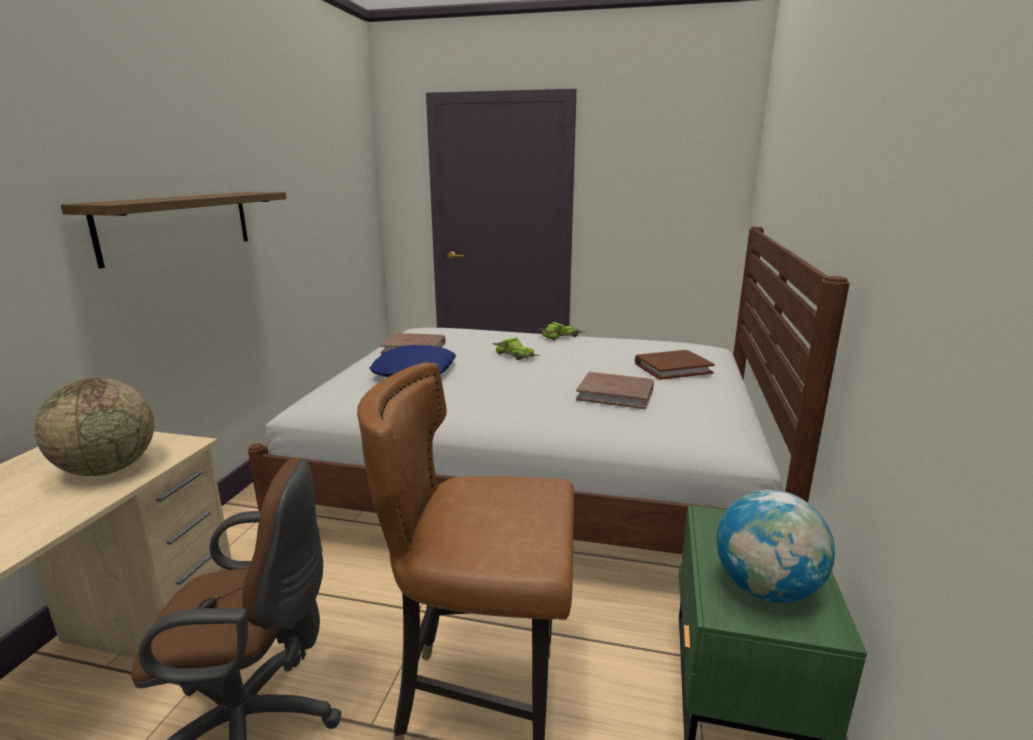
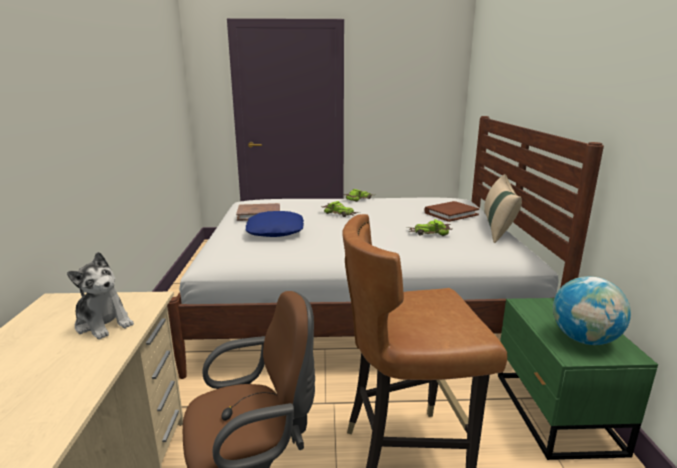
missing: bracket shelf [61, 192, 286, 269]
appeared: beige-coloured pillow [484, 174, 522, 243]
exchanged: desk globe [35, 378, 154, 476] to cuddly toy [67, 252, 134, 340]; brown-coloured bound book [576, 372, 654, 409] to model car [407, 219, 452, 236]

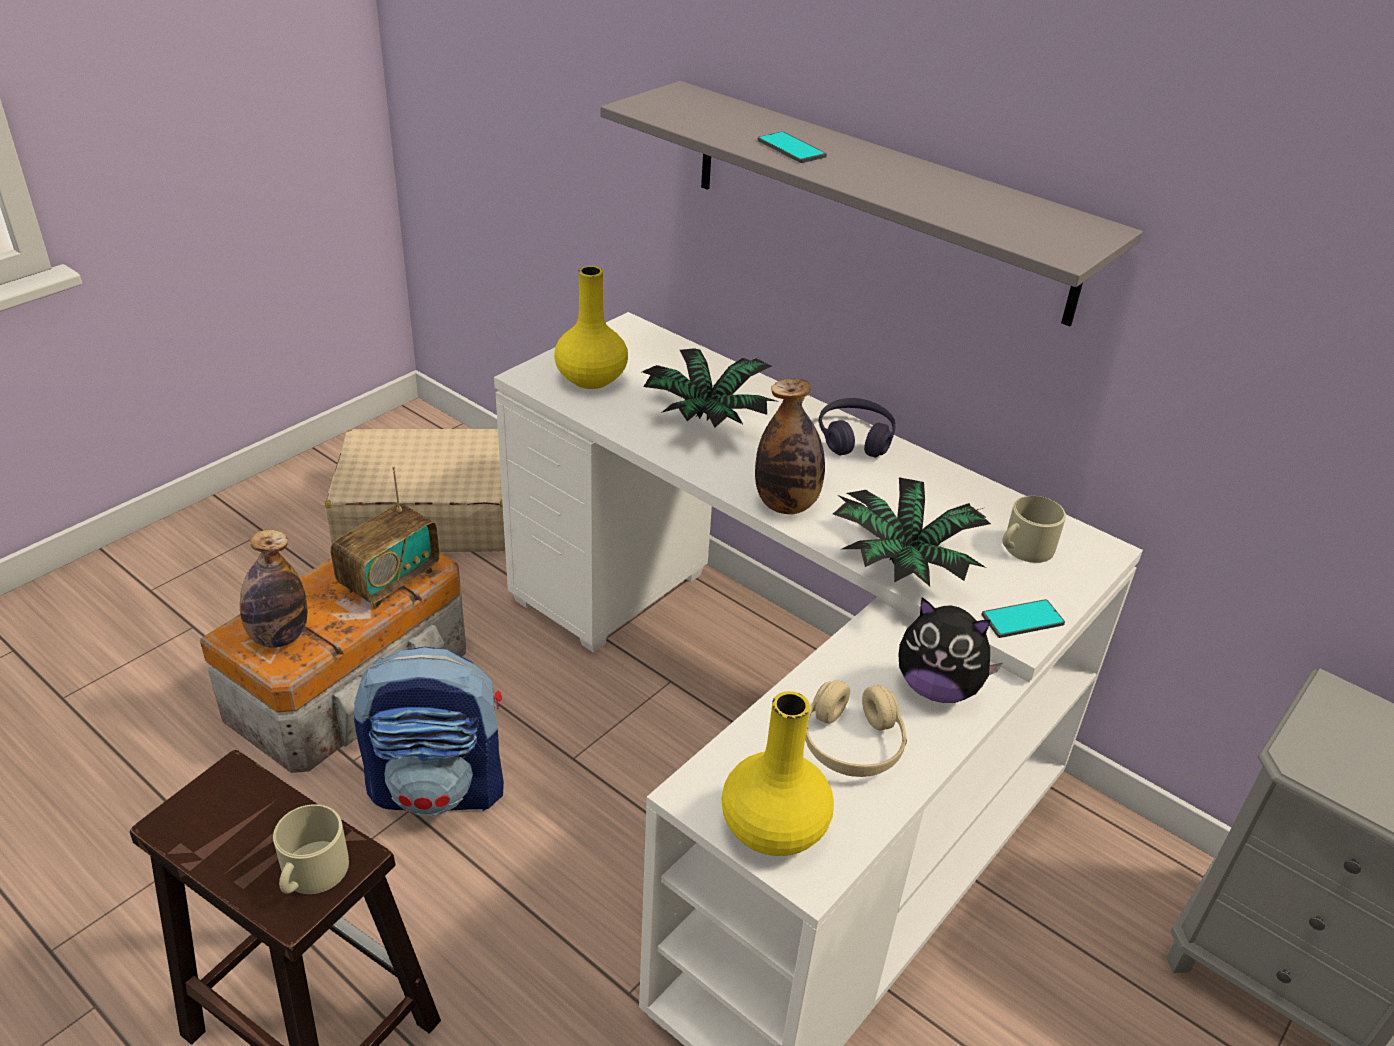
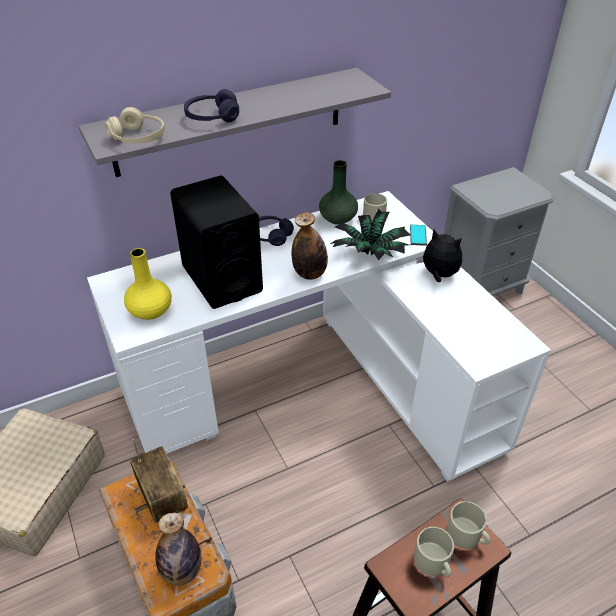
missing: rucksack [354, 646, 504, 816]; yellow flower vase [721, 691, 834, 856]
appeared: green flower vase [319, 160, 358, 225]; beige-coloured mug [414, 527, 454, 577]
relocated: beige-coloured pair of headphones [805, 680, 907, 777] to [105, 107, 165, 143]
exchanged: houseplant [641, 348, 780, 428] to black speaker [170, 176, 263, 309]; phone [757, 132, 827, 163] to purple pair of headphones [184, 89, 239, 122]
spun: cuddly toy [899, 597, 1002, 703] = [416, 229, 462, 282] 105 degrees counterclockwise

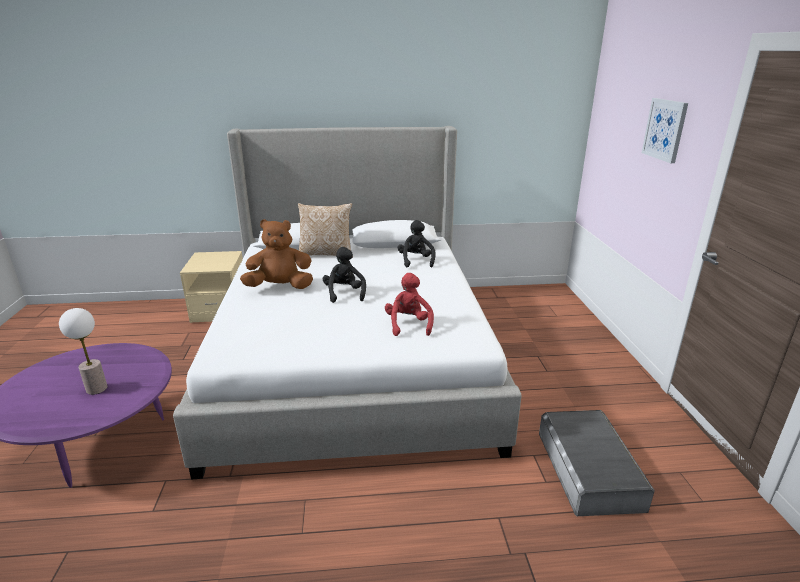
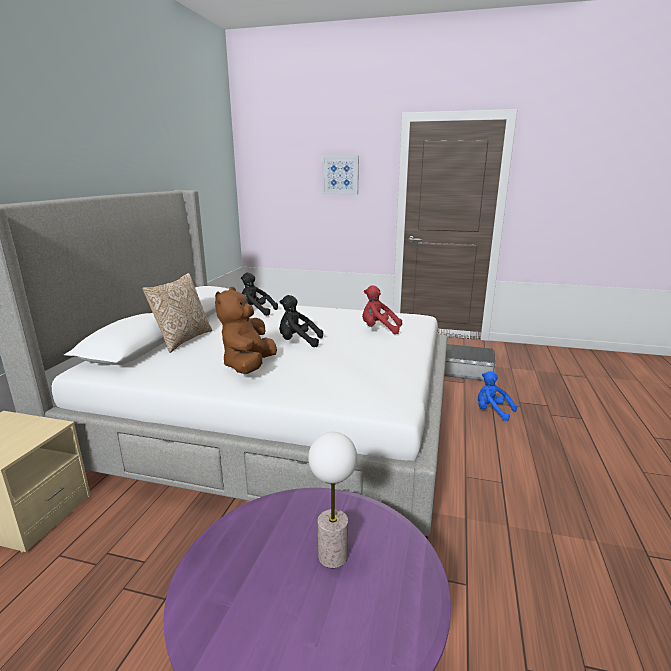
appeared: blue cuddly toy [478, 371, 517, 421]

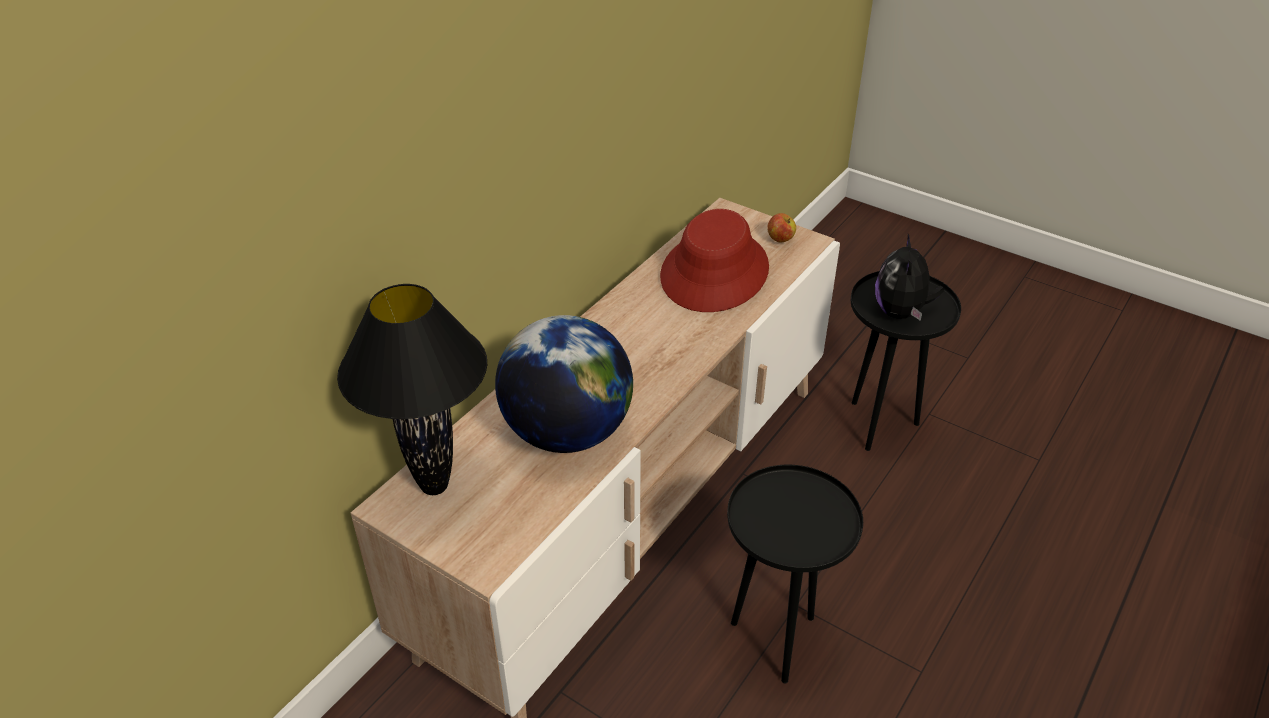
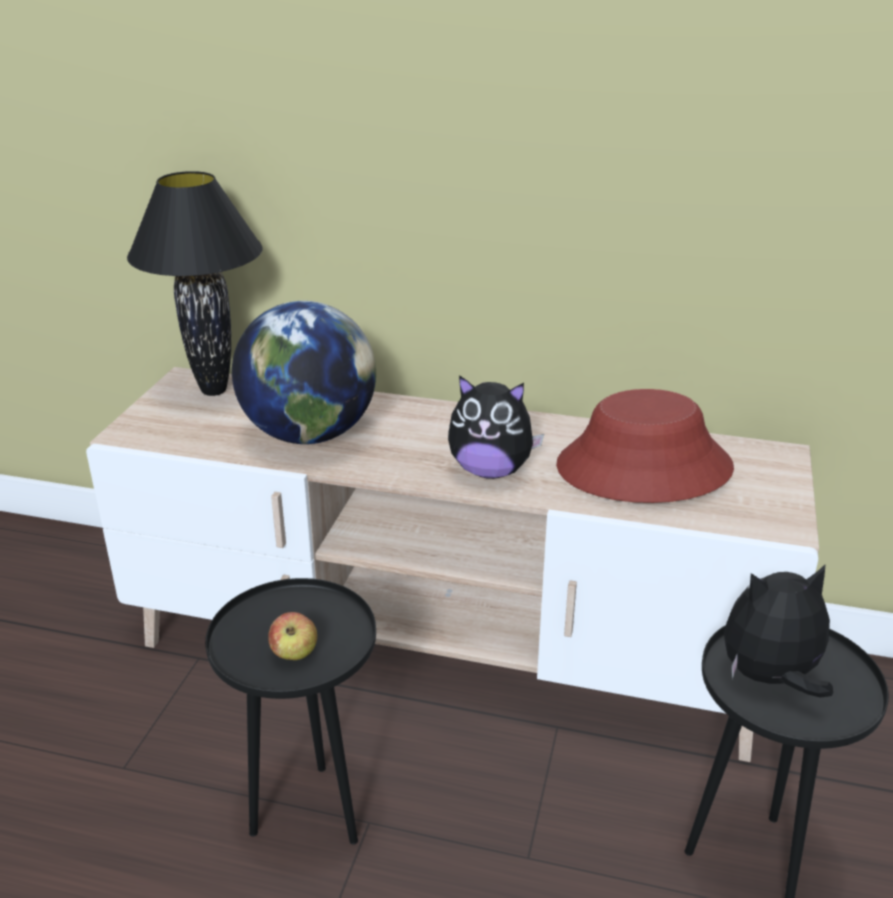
appeared: cuddly toy [448, 375, 544, 479]
relocated: whole apple [767, 213, 796, 242] to [268, 612, 317, 660]

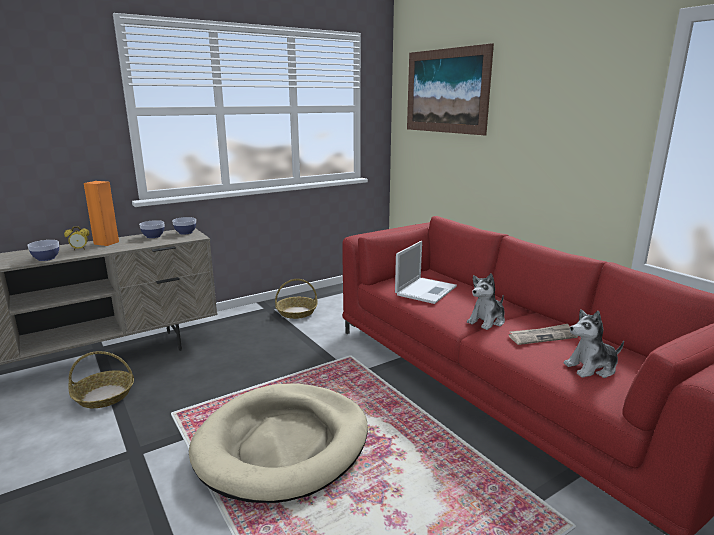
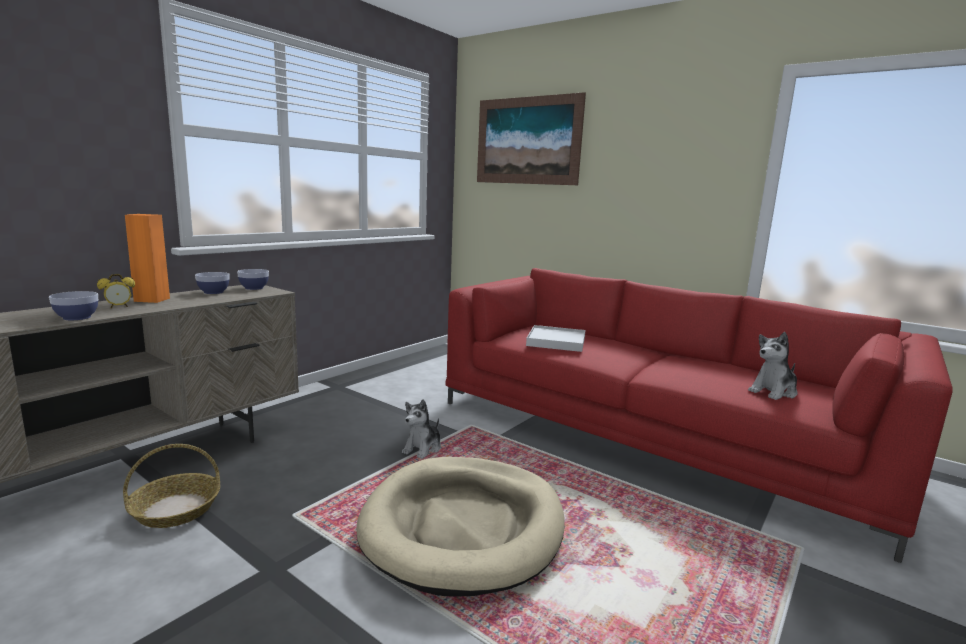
missing: household basket [275, 279, 318, 319]; printed paper [509, 324, 578, 345]
relocated: cuddly toy [467, 273, 505, 330] to [402, 399, 441, 459]
exchanged: laptop [395, 241, 457, 304] to white-coloured tray [526, 325, 585, 352]

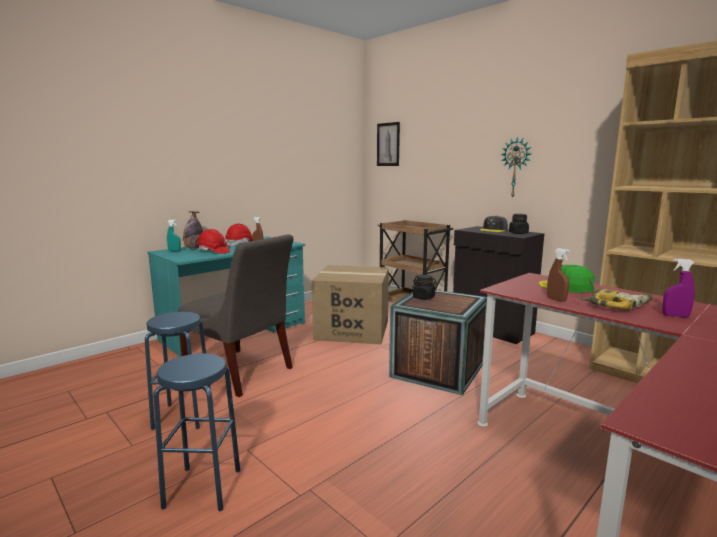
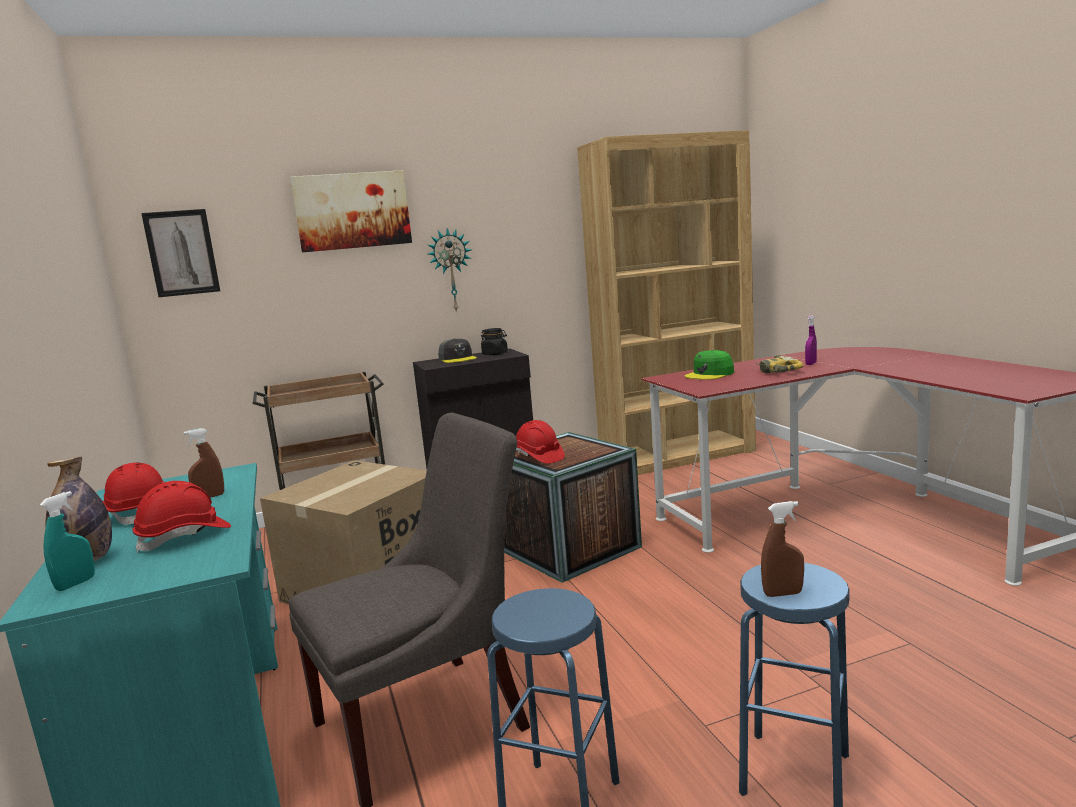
appeared: wall art [290, 170, 412, 252]
relocated: brown-coloured spray bottle [547, 248, 570, 302] to [761, 501, 804, 597]
exchanged: black storage jar [412, 275, 437, 300] to red hard hat [516, 420, 565, 464]

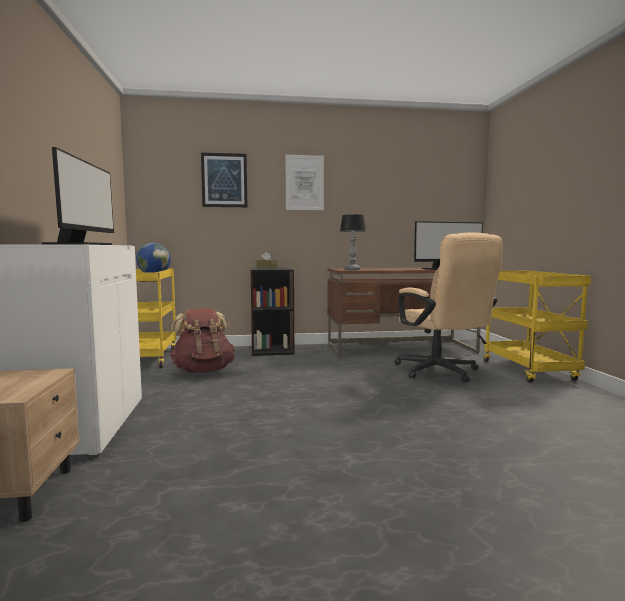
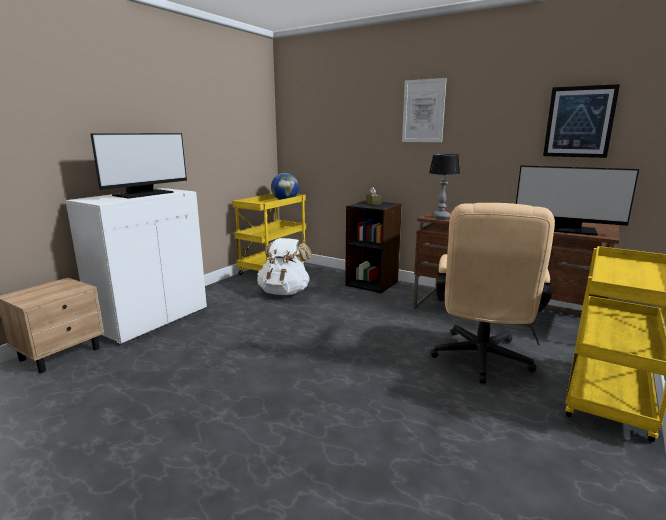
relocated: wall art [201, 153, 247, 207] to [543, 84, 620, 158]
colour: brown-coloured rucksack [170, 308, 235, 373] to white-coloured rucksack [257, 238, 312, 295]

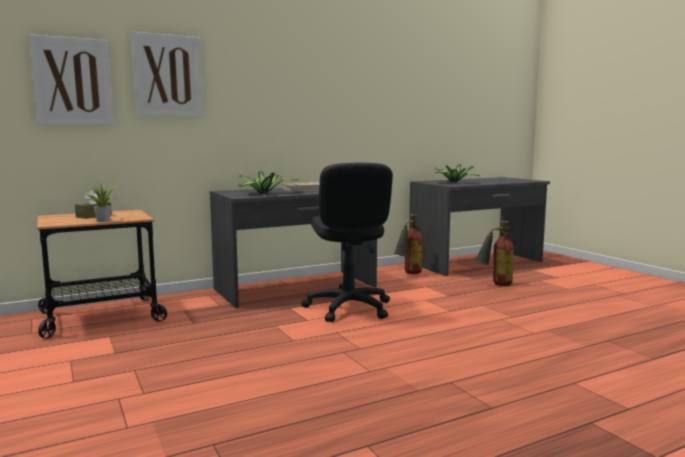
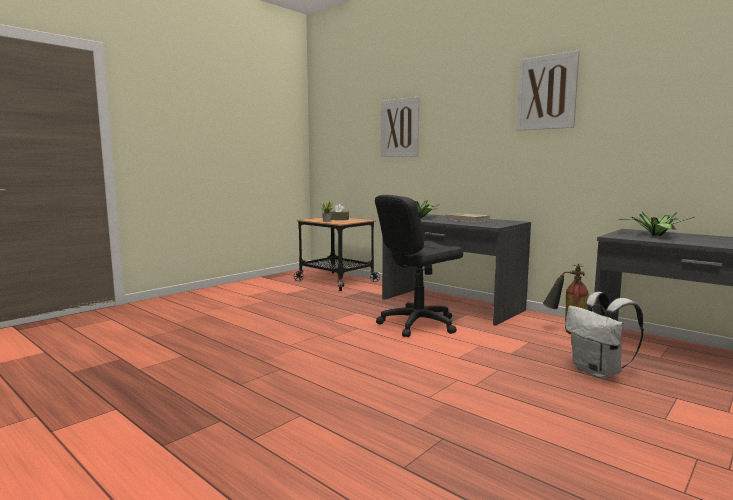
relocated: wall art [29, 34, 114, 125] to [516, 51, 580, 131]
exchanged: extinguisher [475, 220, 513, 286] to white-coloured rucksack [565, 292, 644, 378]

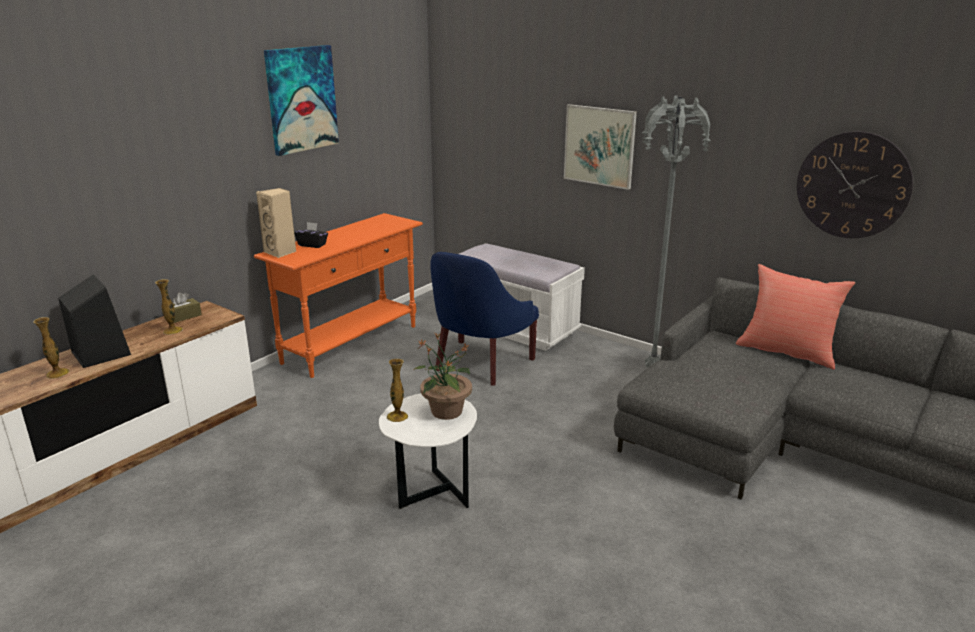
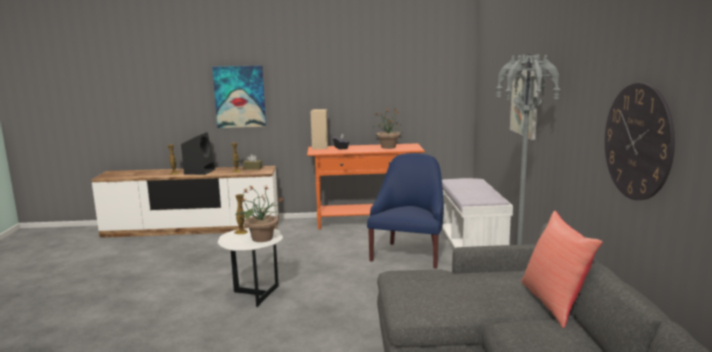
appeared: houseplant [375, 109, 402, 149]
relocated: wall art [264, 45, 339, 156] to [212, 65, 266, 128]
spun: blue armchair [430, 252, 539, 386] = [367, 153, 444, 269] 120 degrees clockwise

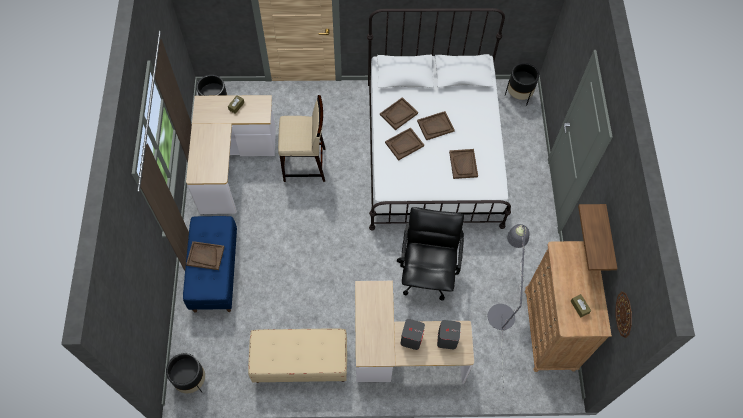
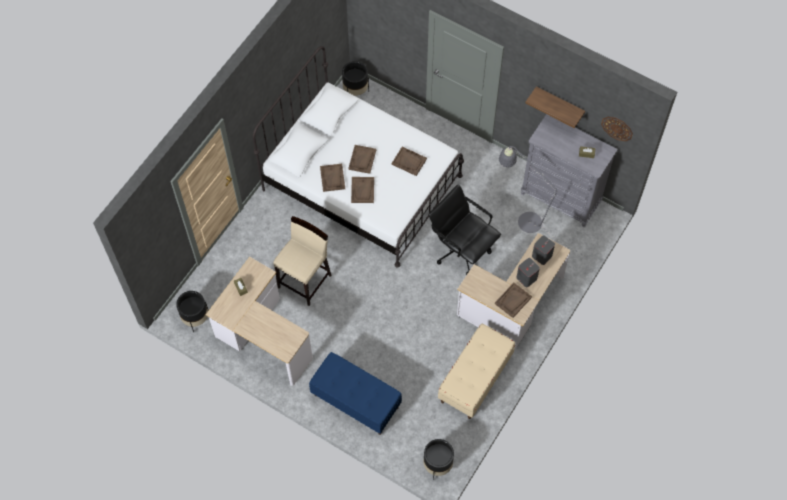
relocated: brown-coloured tray [186, 241, 225, 270] to [495, 283, 532, 318]
colour: brown-coloured dresser [525, 241, 612, 372] to greyish dresser [521, 114, 618, 227]

